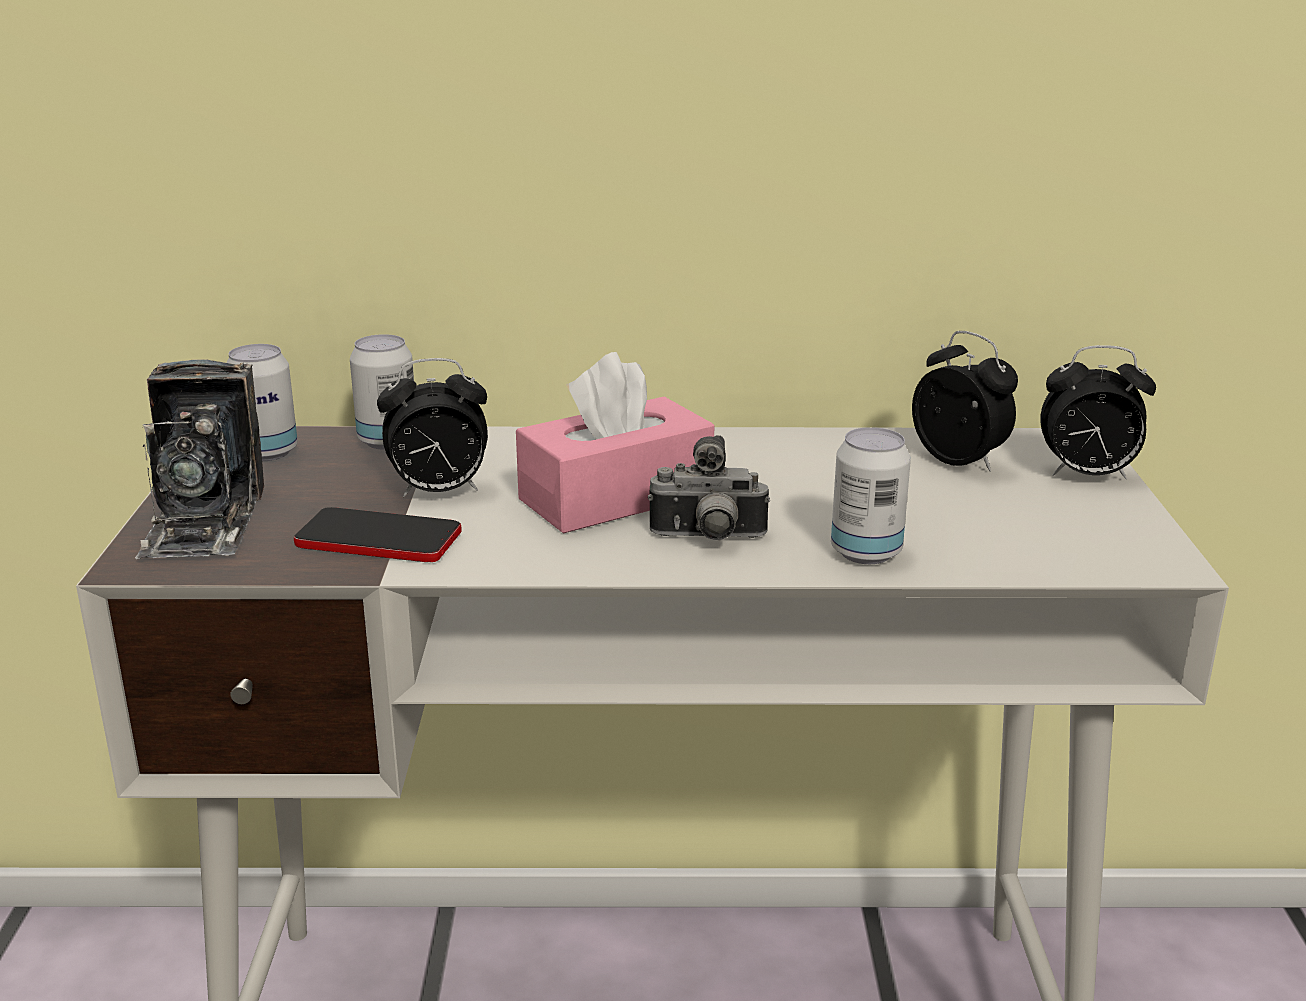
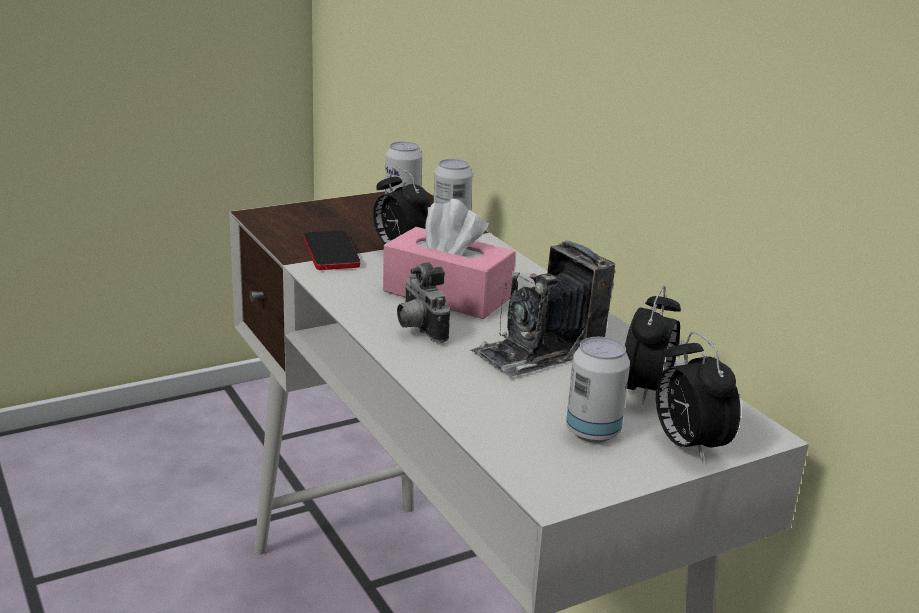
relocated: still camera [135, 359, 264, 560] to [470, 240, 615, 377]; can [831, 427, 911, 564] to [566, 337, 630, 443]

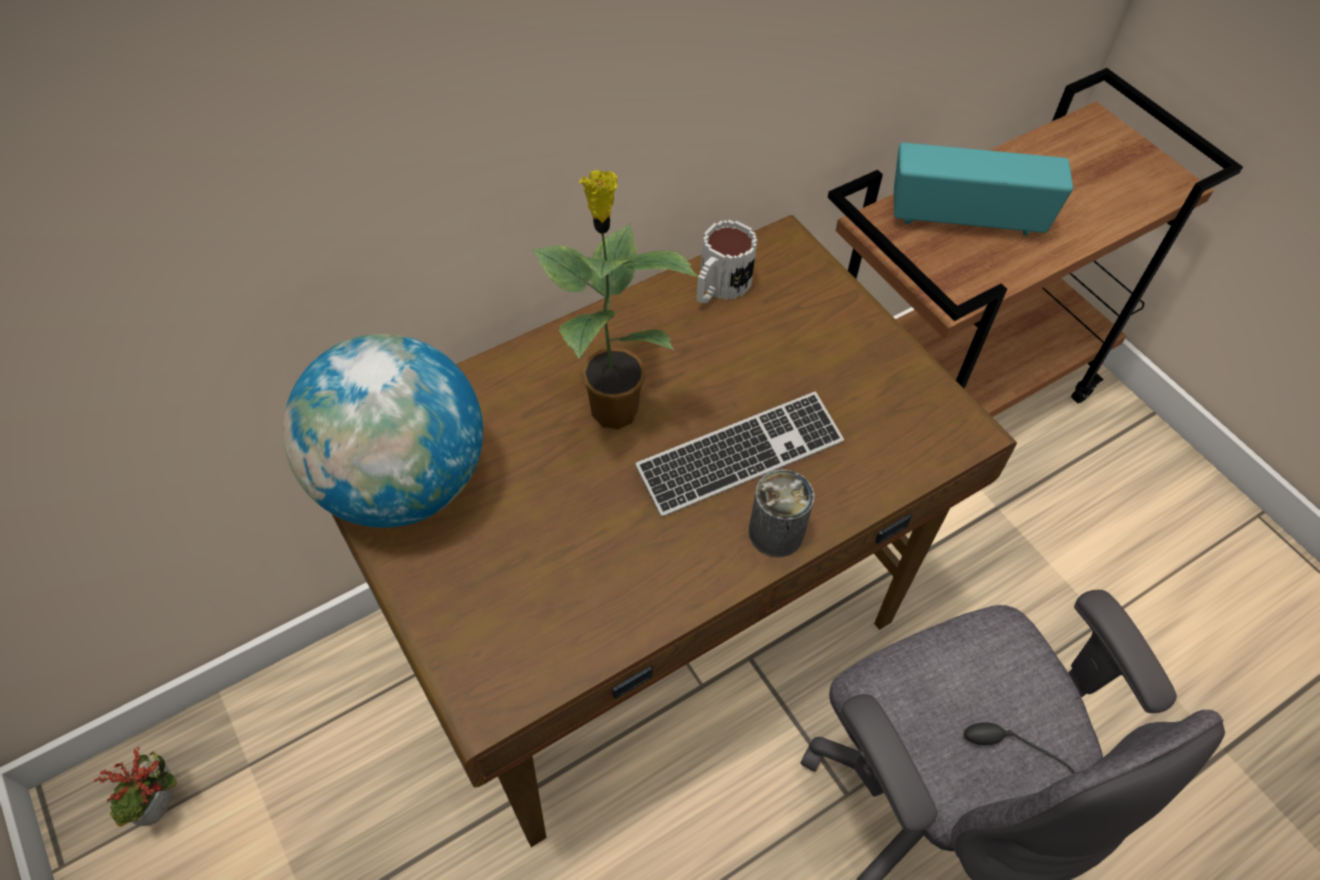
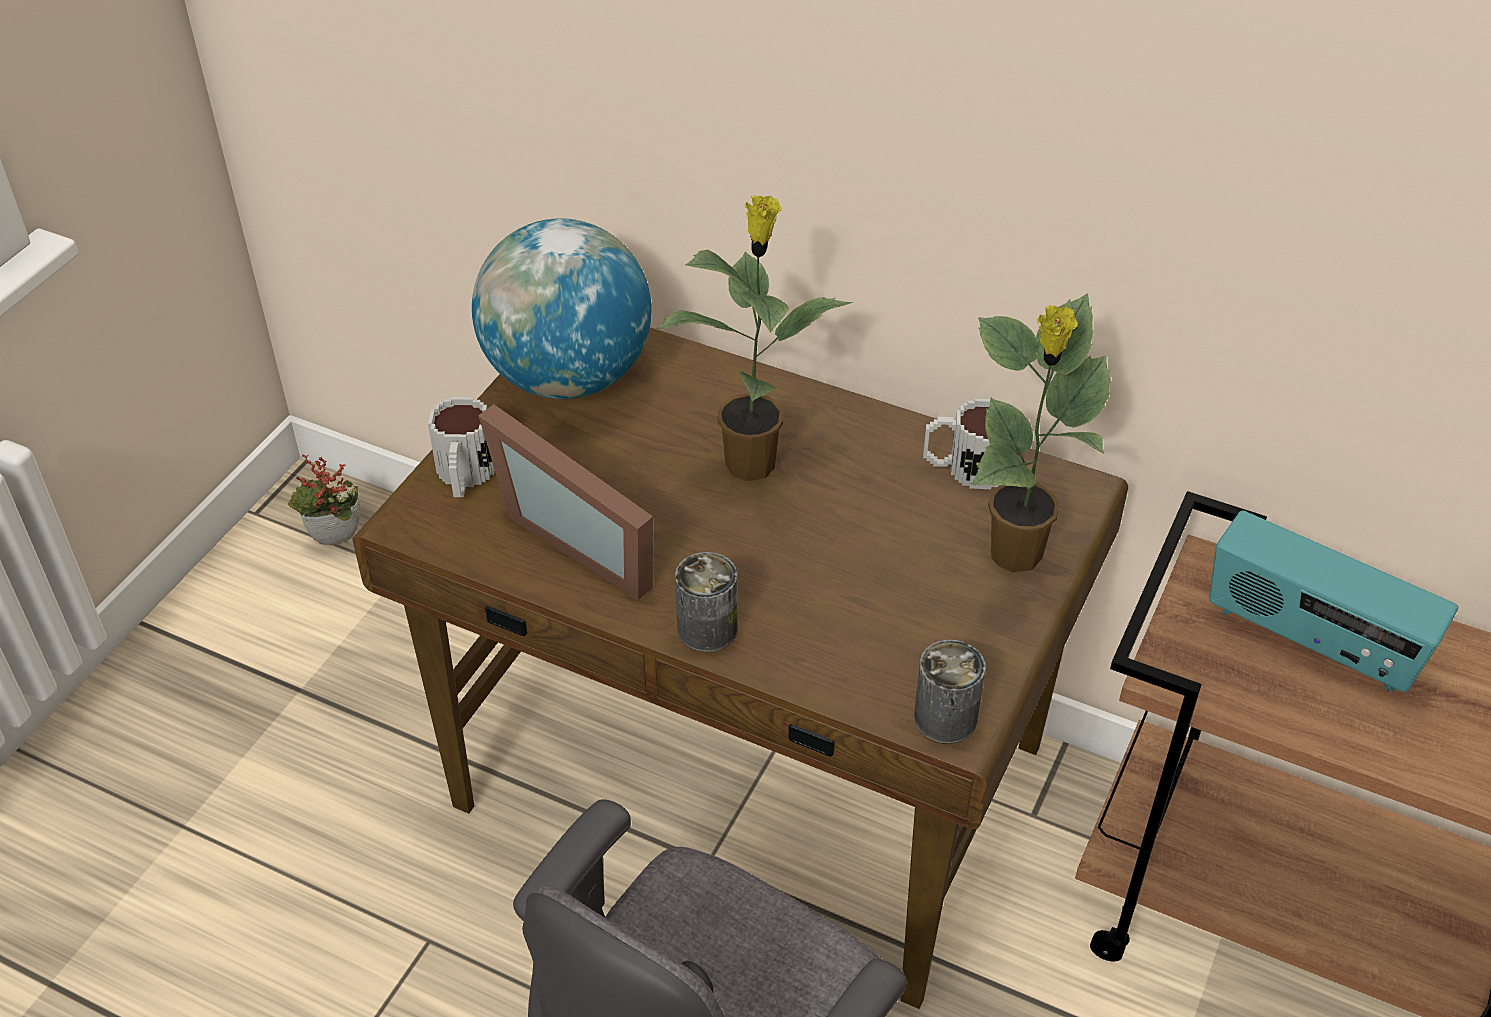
missing: keyboard [635, 392, 844, 517]
appeared: mug [428, 397, 495, 497]; standing frame [478, 404, 653, 600]; can [914, 640, 985, 744]; houseplant [972, 293, 1111, 572]
spun: radio set [894, 142, 1073, 236] = [1209, 510, 1458, 692] 150 degrees clockwise

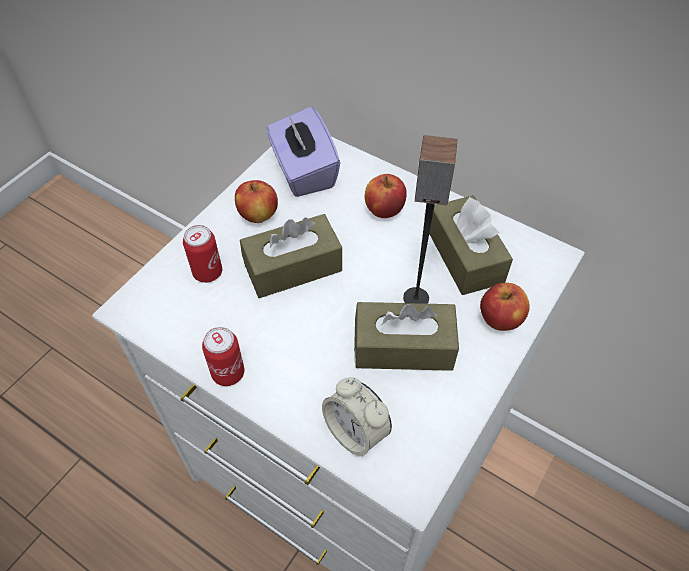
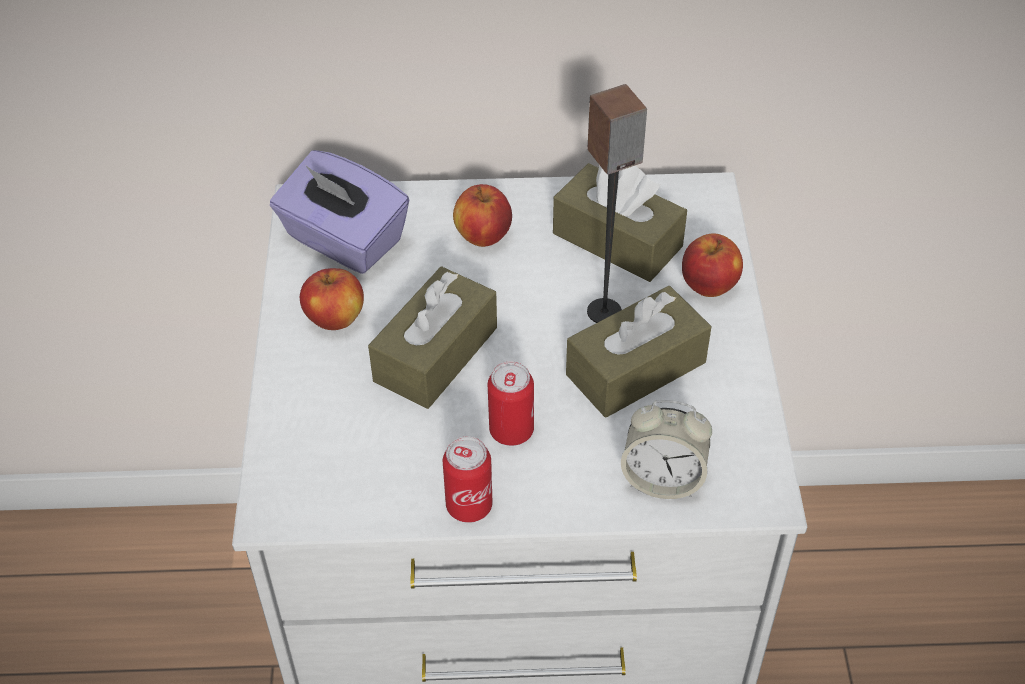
relocated: can [183, 225, 222, 283] to [488, 362, 534, 446]

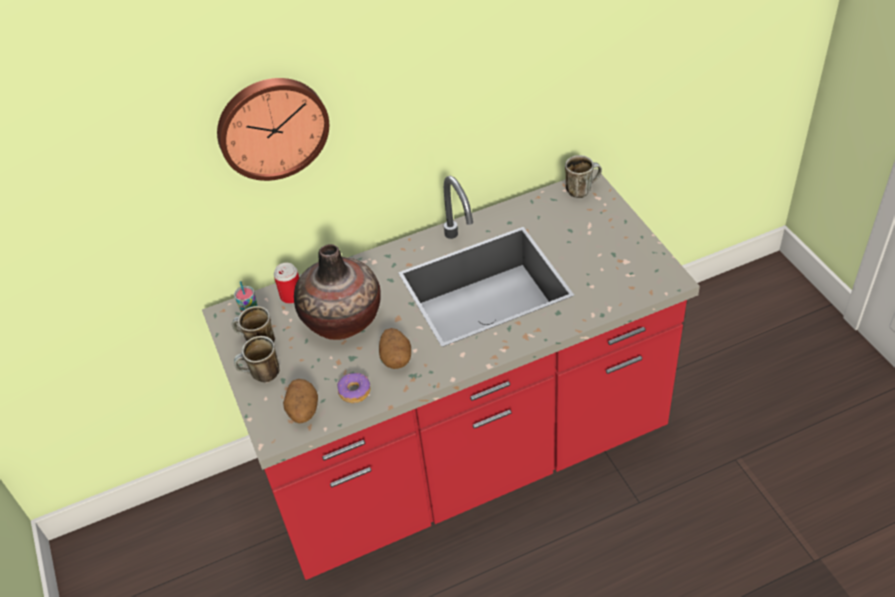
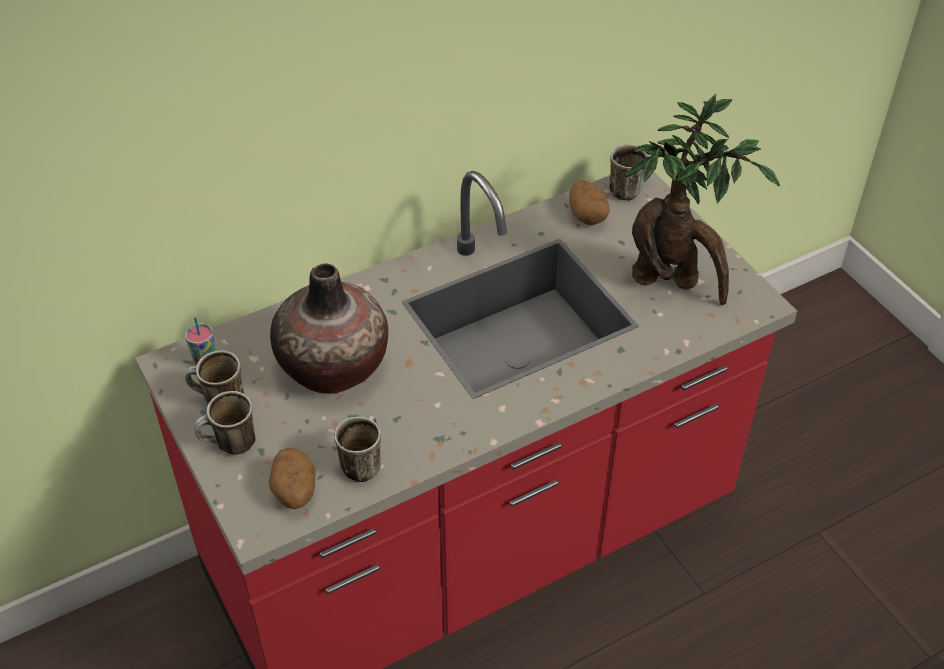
missing: clock on the wall [217, 78, 329, 181]; can [274, 263, 299, 304]
appeared: houseplant [626, 94, 780, 305]
relocated: spud [379, 328, 411, 369] to [569, 180, 610, 225]
exchanged: donut [337, 373, 370, 403] to mug [334, 415, 381, 482]

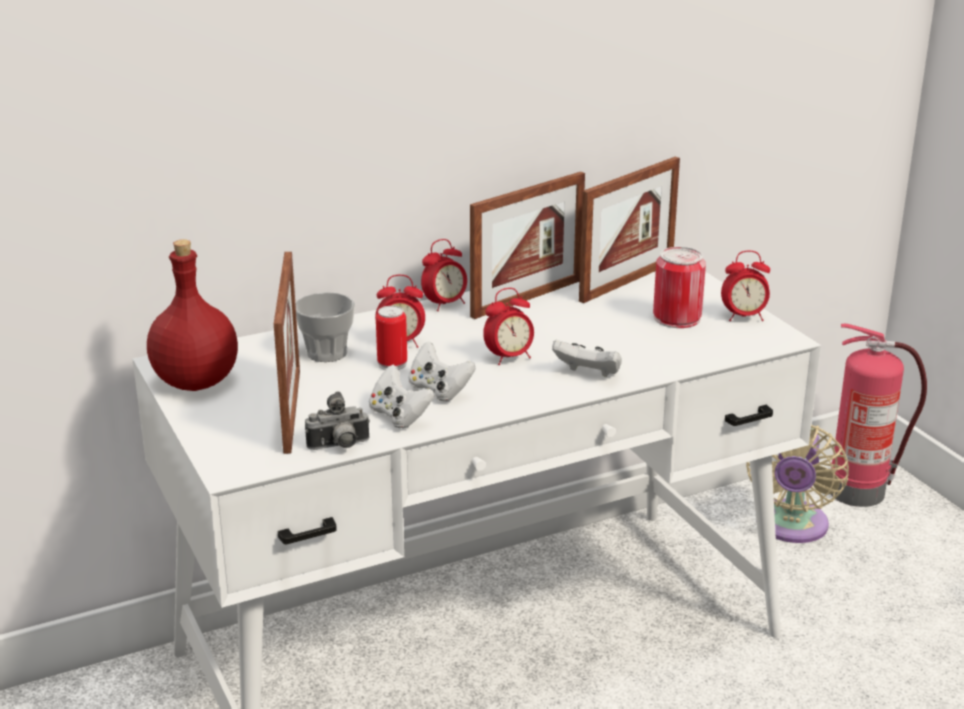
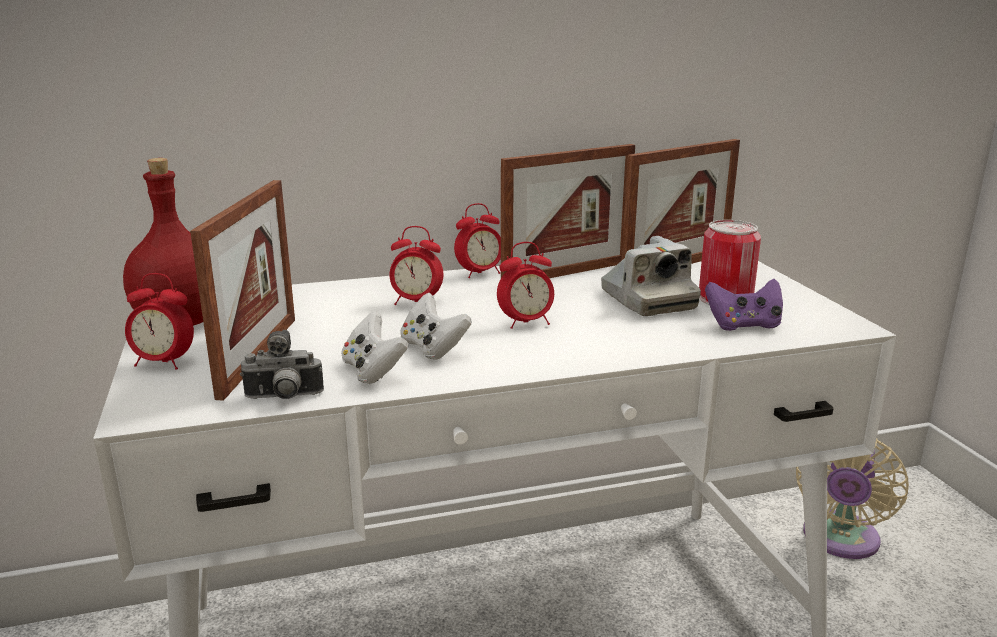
missing: cup [295, 292, 355, 362]; can [376, 306, 407, 370]; white-coloured gamepad [552, 340, 622, 377]; extinguisher [831, 324, 927, 507]
appeared: still camera [601, 236, 701, 316]; purple gamepad [705, 279, 783, 331]
relocated: bedside clock [721, 250, 770, 321] to [125, 273, 194, 370]

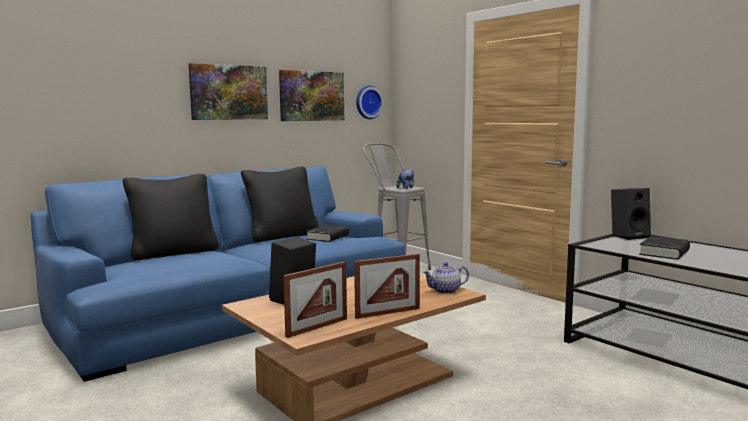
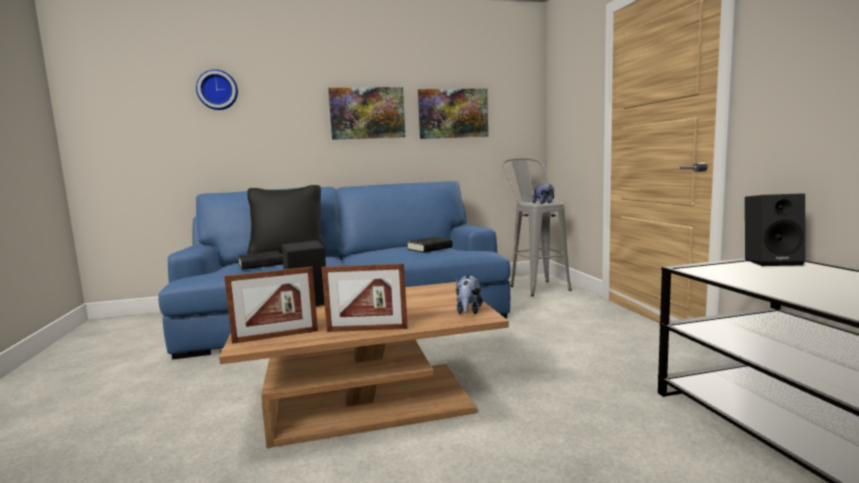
missing: black pillow [241, 167, 319, 242]
relocated: clock on the wall [356, 86, 384, 119] to [196, 69, 238, 110]; black bound book [639, 236, 690, 260] to [237, 251, 283, 270]
exchanged: teapot [423, 262, 469, 294] to cuddly toy [456, 275, 483, 314]

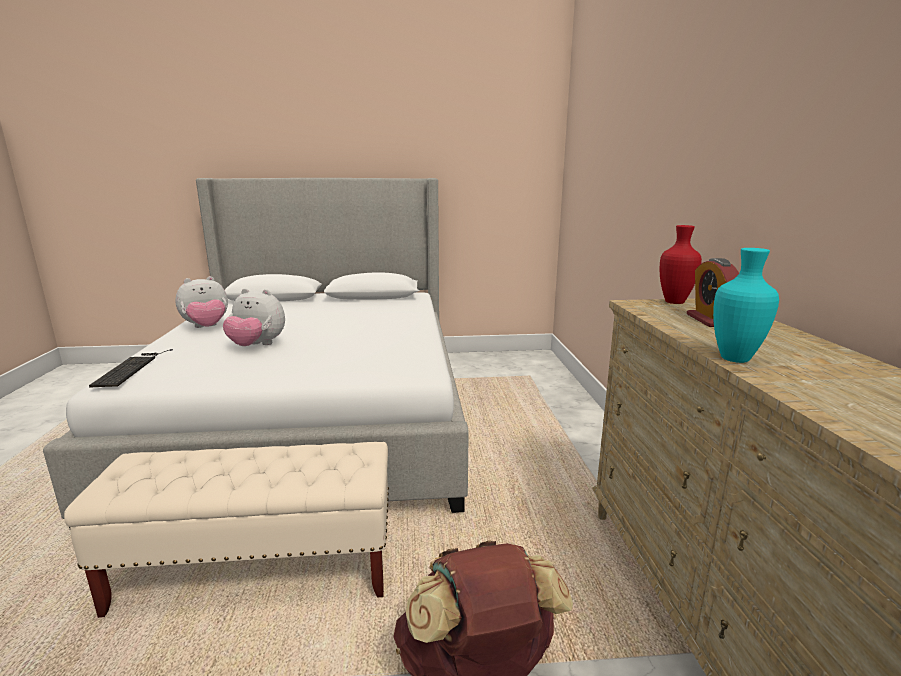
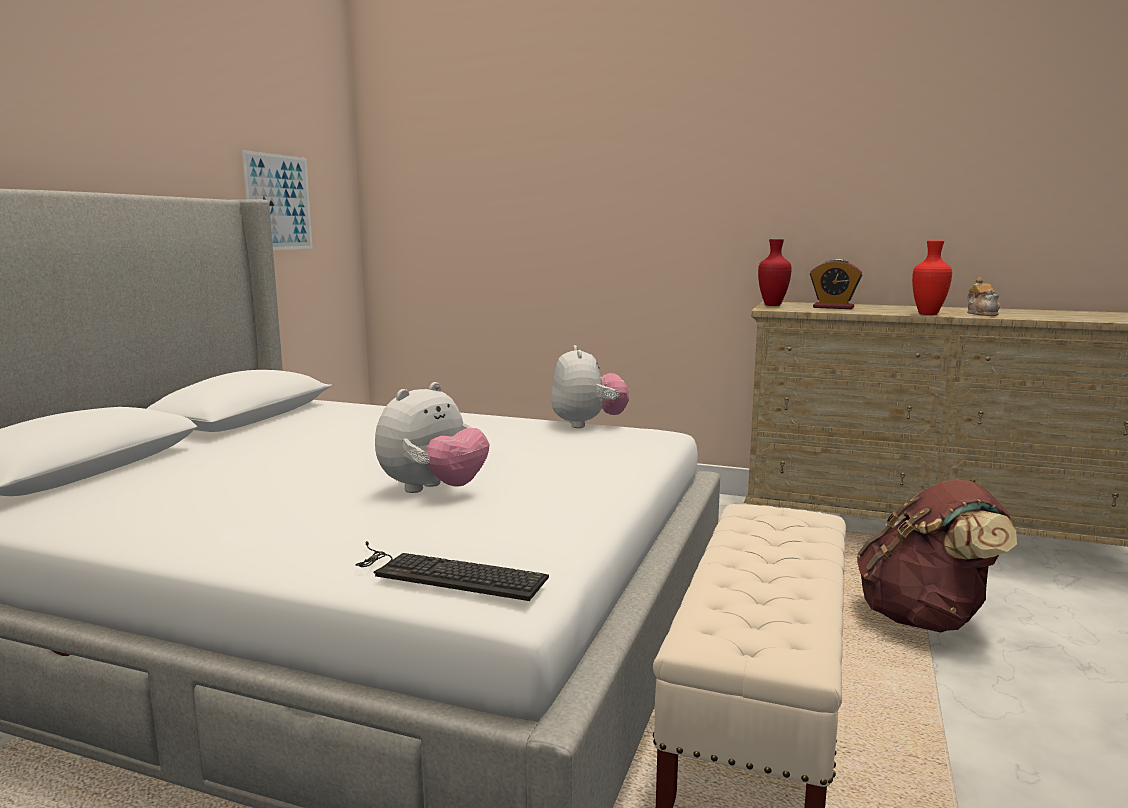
appeared: wall art [242, 150, 313, 250]; teapot [967, 277, 1000, 316]
relocated: cuddly toy [175, 276, 228, 328] to [551, 345, 629, 428]
colour: turquoise flower vase [713, 248, 779, 363] to red flower vase [912, 240, 952, 315]

